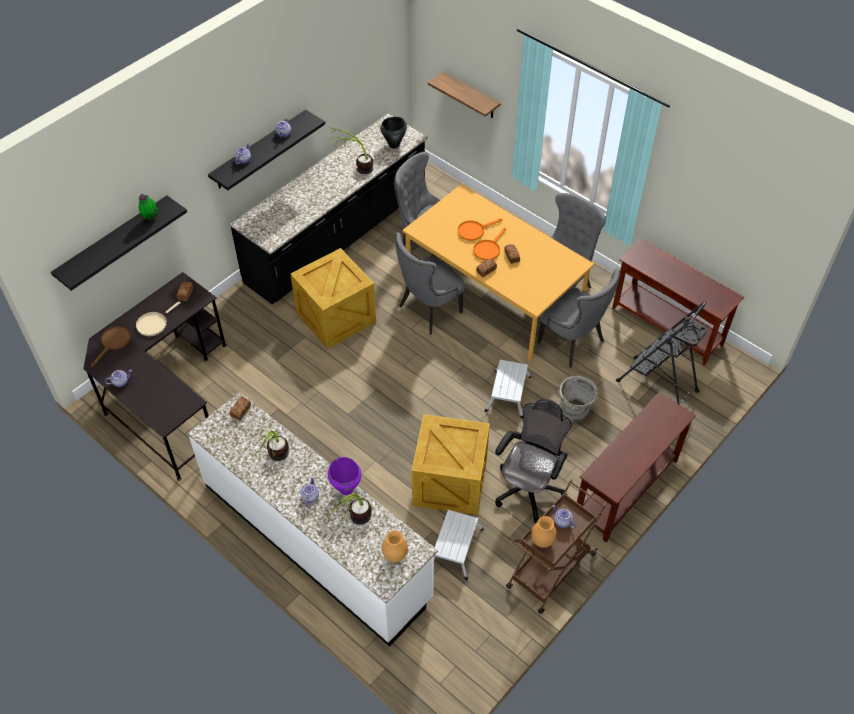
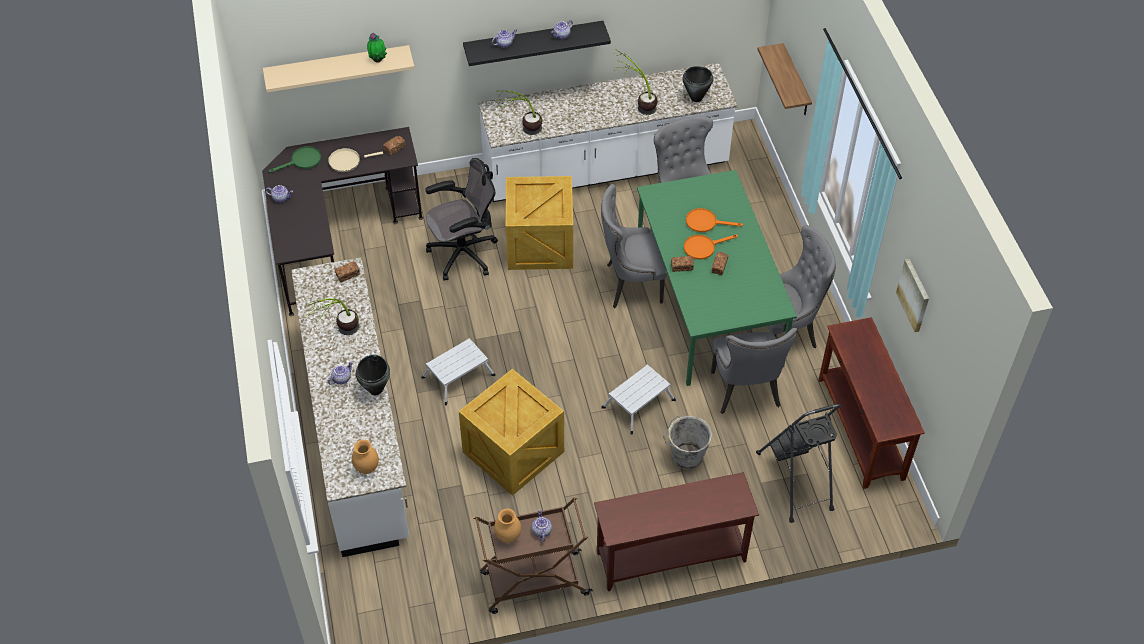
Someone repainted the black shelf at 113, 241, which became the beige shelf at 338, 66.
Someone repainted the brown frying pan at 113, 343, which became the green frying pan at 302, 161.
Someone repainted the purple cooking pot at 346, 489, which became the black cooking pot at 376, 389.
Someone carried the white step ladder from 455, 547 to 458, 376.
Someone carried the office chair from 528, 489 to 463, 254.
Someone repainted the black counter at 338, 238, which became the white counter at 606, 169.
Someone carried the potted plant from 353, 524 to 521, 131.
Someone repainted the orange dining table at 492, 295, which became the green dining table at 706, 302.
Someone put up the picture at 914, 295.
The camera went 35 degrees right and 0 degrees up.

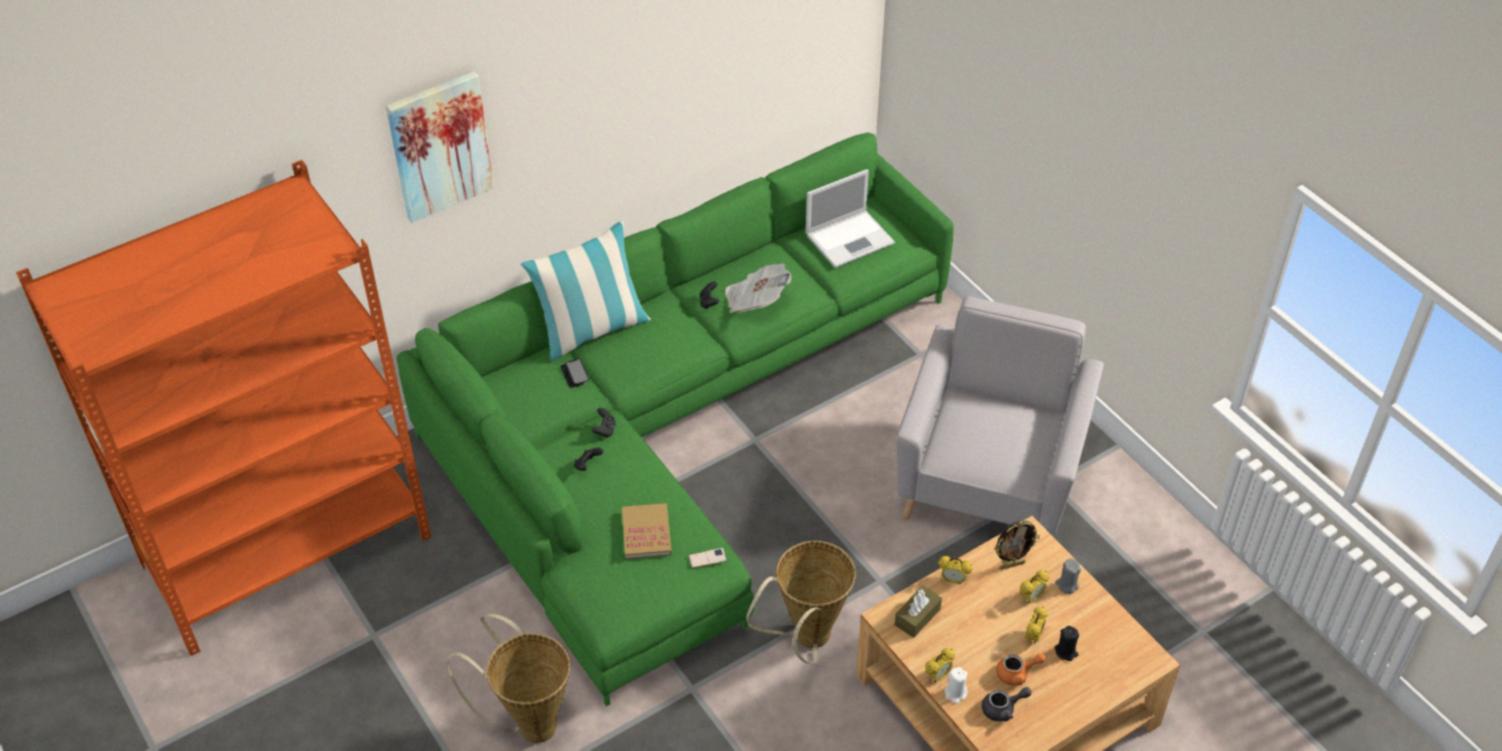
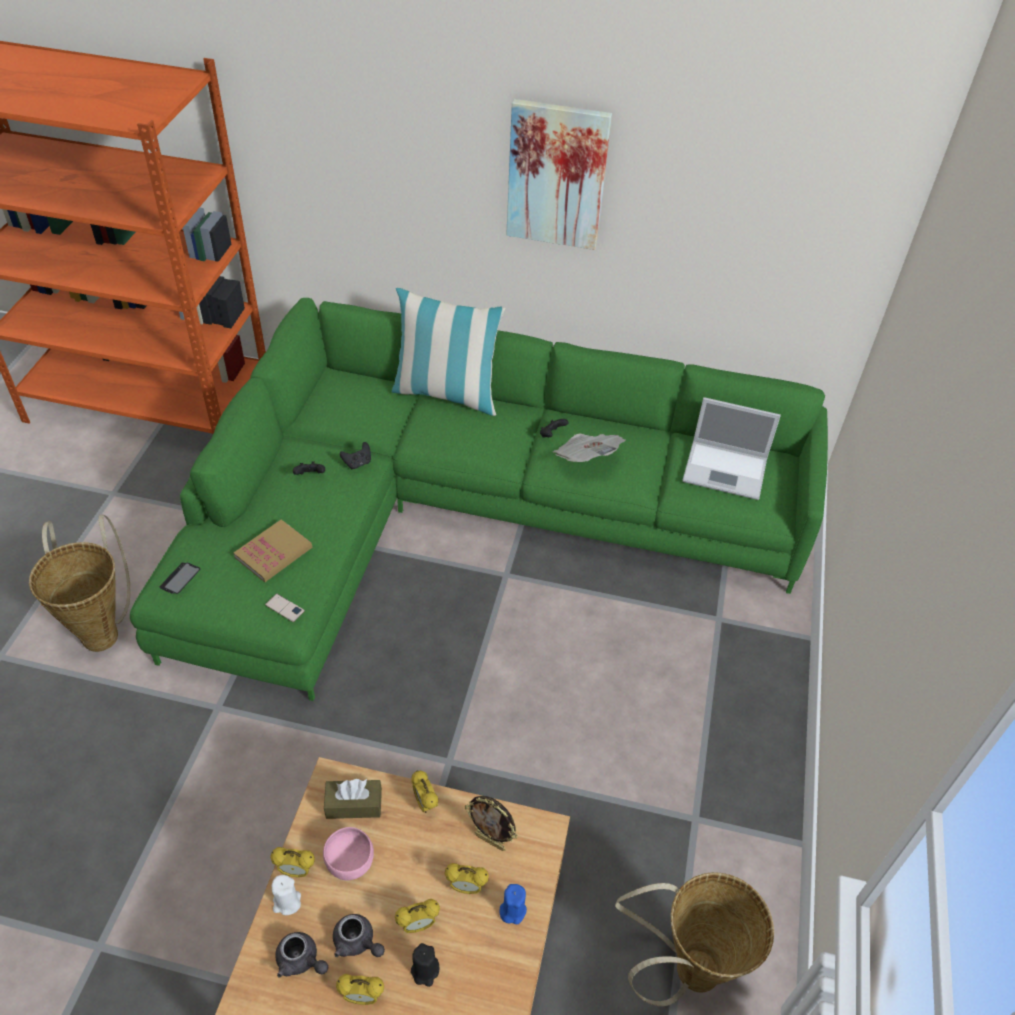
Someone carried the phone from 574, 374 to 180, 579.
Someone put down the pink bowl at 350, 862.
Someone repainted the orange teapot at 1017, 673, which became the grey teapot at 357, 942.
Someone put down the alarm clock at 362, 997.
Someone repainted the grey candle at 1067, 585, which became the blue candle at 512, 910.
Someone carried the picture from 440, 146 to 557, 175.
Someone carried the basket from 806, 641 to 685, 971.
Someone took away the grey armchair at 989, 480.
The camera went 45 degrees right and 0 degrees up.

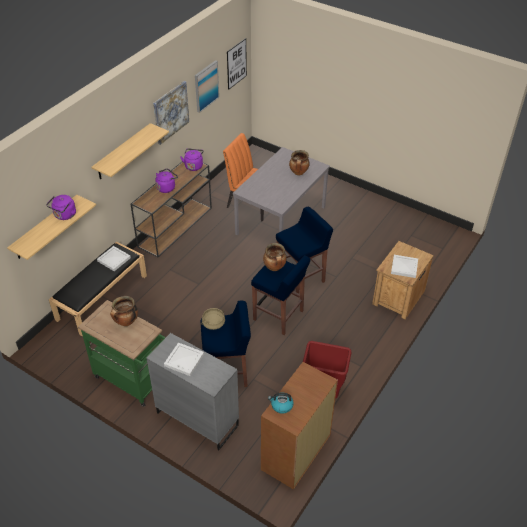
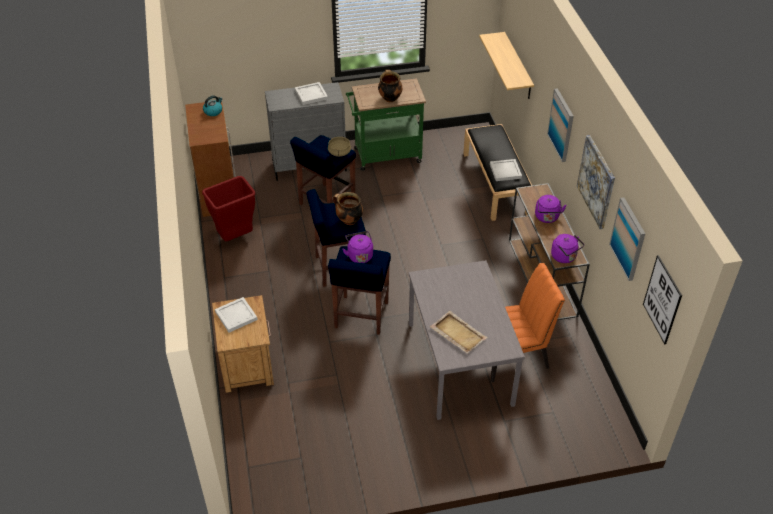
Someone carried the purple kettle from 64, 215 to 359, 255.
Someone swapped the cooking pot at 299, 173 for the beige tray at 457, 333.
Someone swapped the shelf at 123, 152 for the picture at 561, 125.
The camera went 135 degrees right and 0 degrees up.

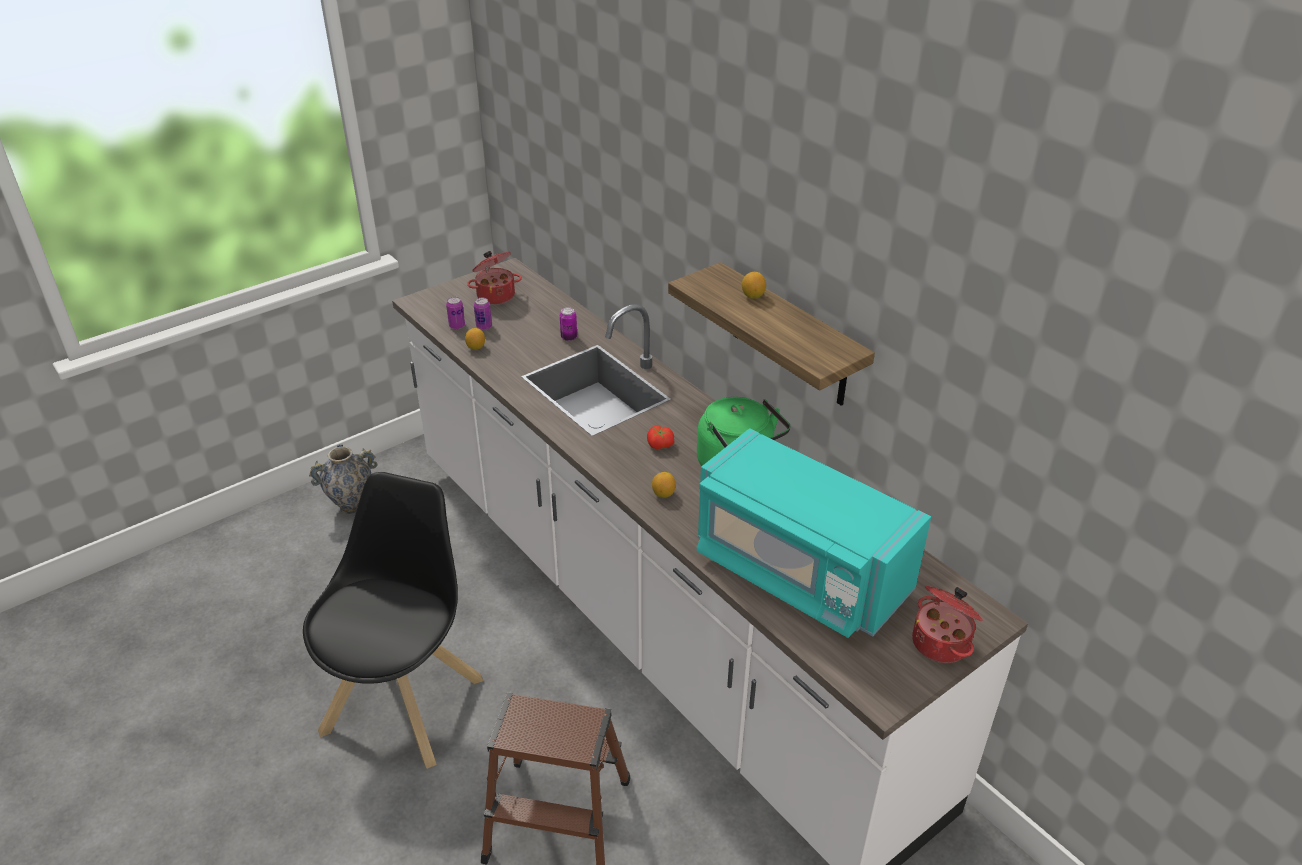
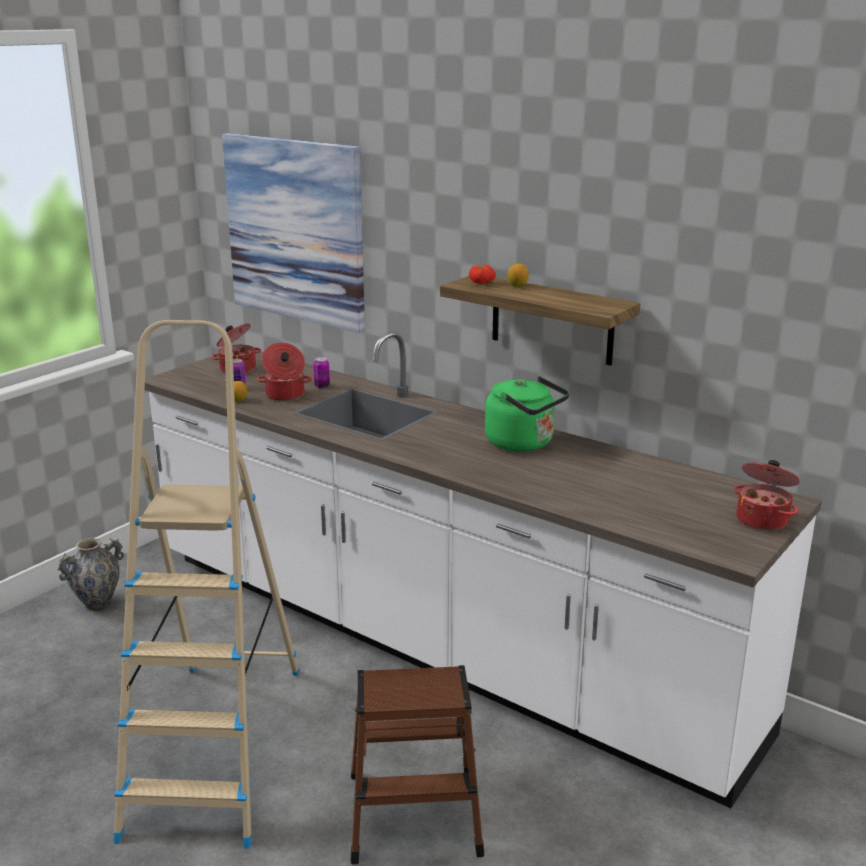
Someone swapped the black chair at 406, 701 for the beige step ladder at 217, 748.
Someone put up the picture at 295, 230.
Someone put down the cooking pot at 285, 395.
Someone carried the tomato from 659, 445 to 481, 283.
Someone took away the can at 457, 326.
Someone took away the lemon at 663, 494.
Someone took away the turquoise microwave at 798, 571.
The camera went 15 degrees left and 15 degrees down.

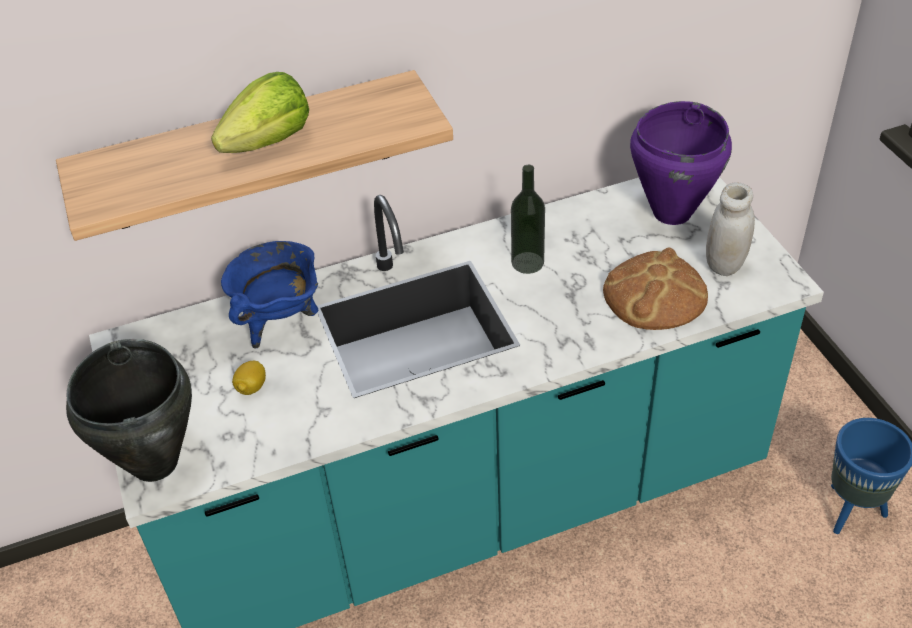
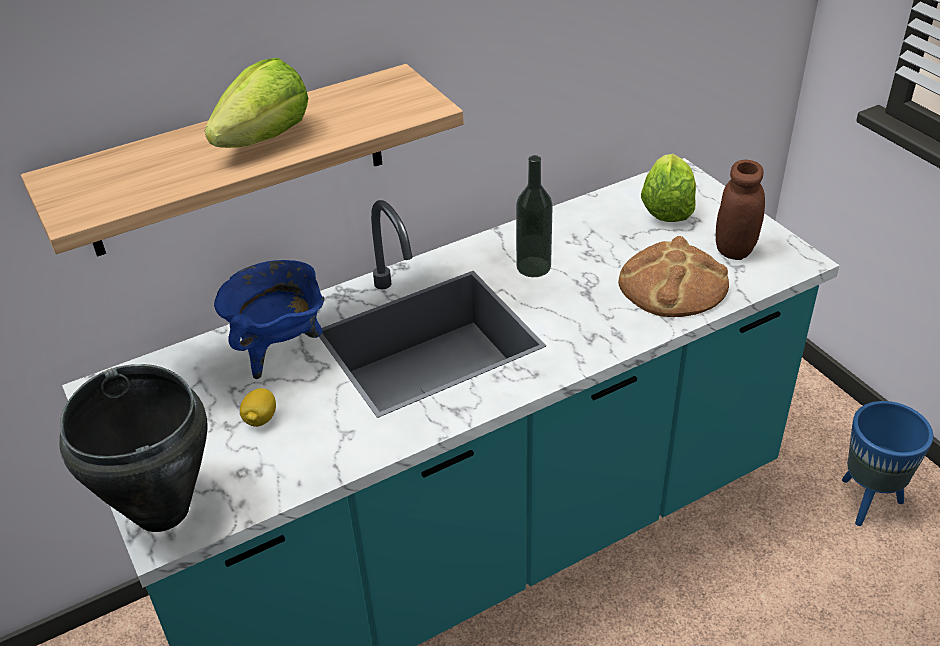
Someone swapped the purple cooking pot at 671, 212 for the lettuce at 666, 208.
Someone repainted the white jar at 725, 264, which became the brown jar at 734, 249.
The camera went 10 degrees left and 5 degrees down.

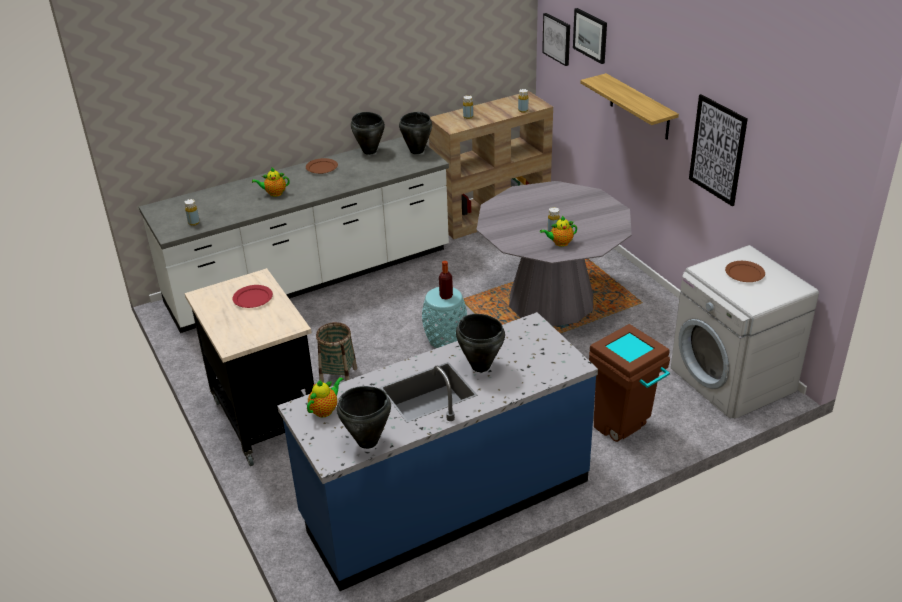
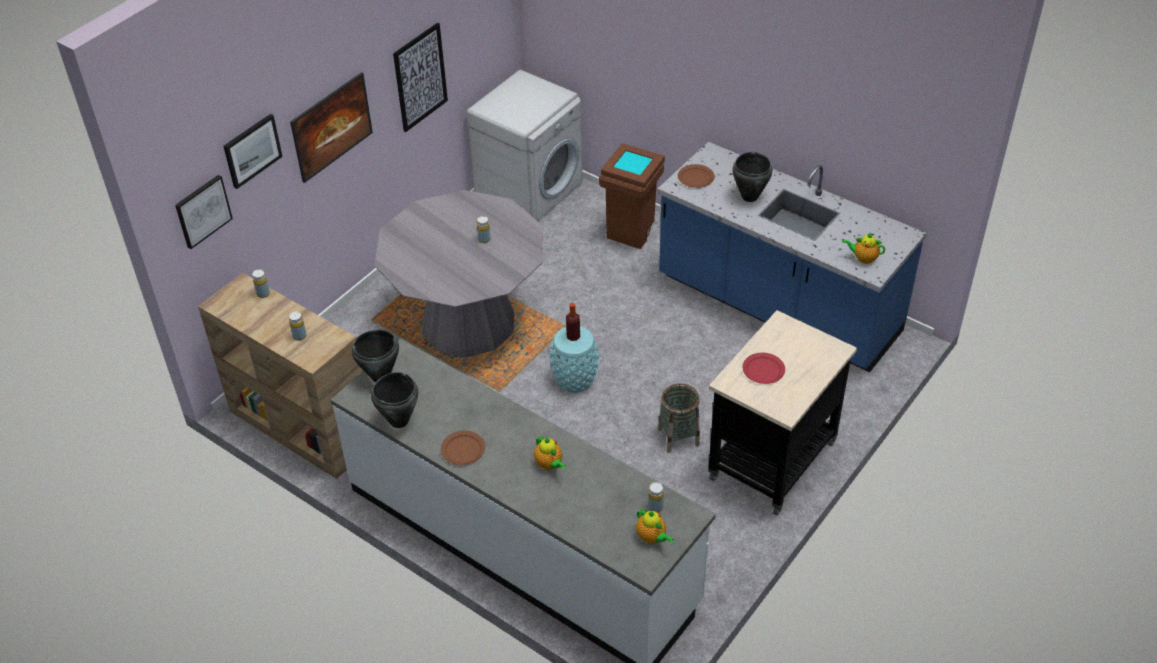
Someone swapped the shelf at 639, 107 for the picture at 334, 141.
Someone carried the teapot from 560, 243 to 652, 538.
Someone carried the brown plate from 745, 273 to 695, 177.
Someone took away the black cooking pot at 368, 442.
The camera went 115 degrees left and 10 degrees up.

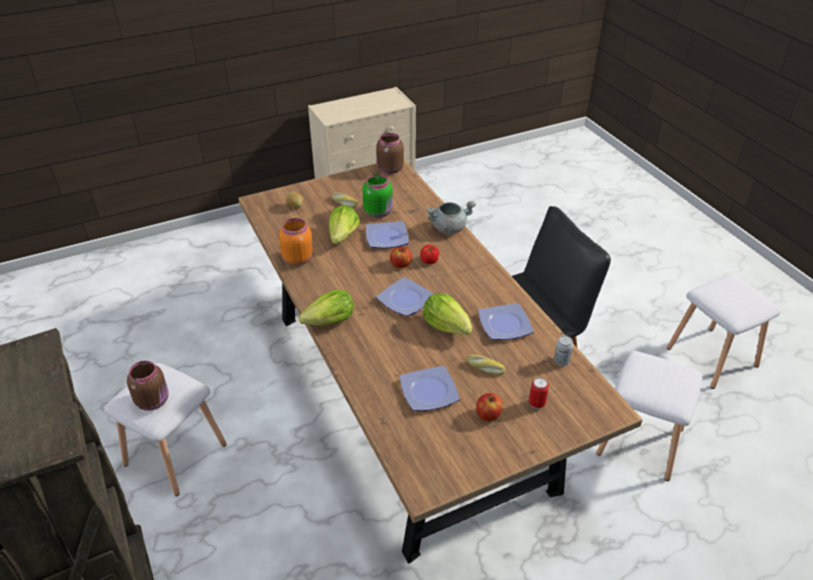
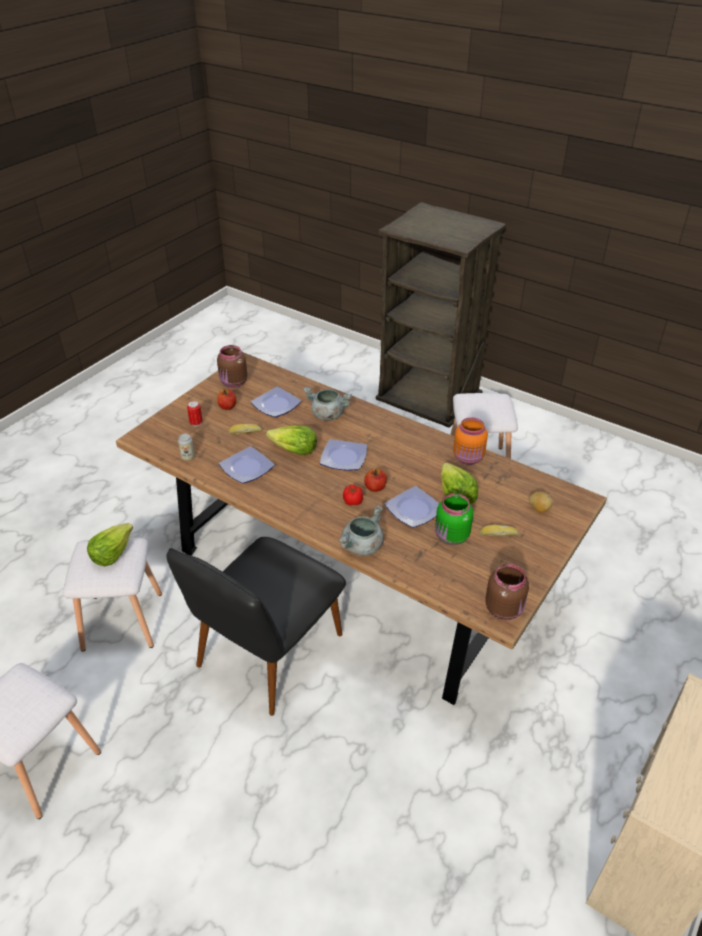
Someone carried the lettuce from 330, 321 to 112, 553.
Someone carried the brown jar from 154, 400 to 233, 383.
Someone put down the grey cooking pot at 327, 415.
The camera went 150 degrees right and 0 degrees up.

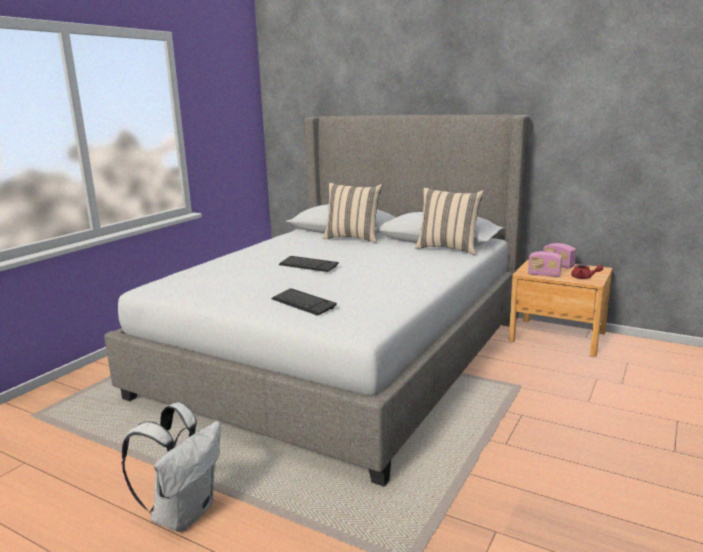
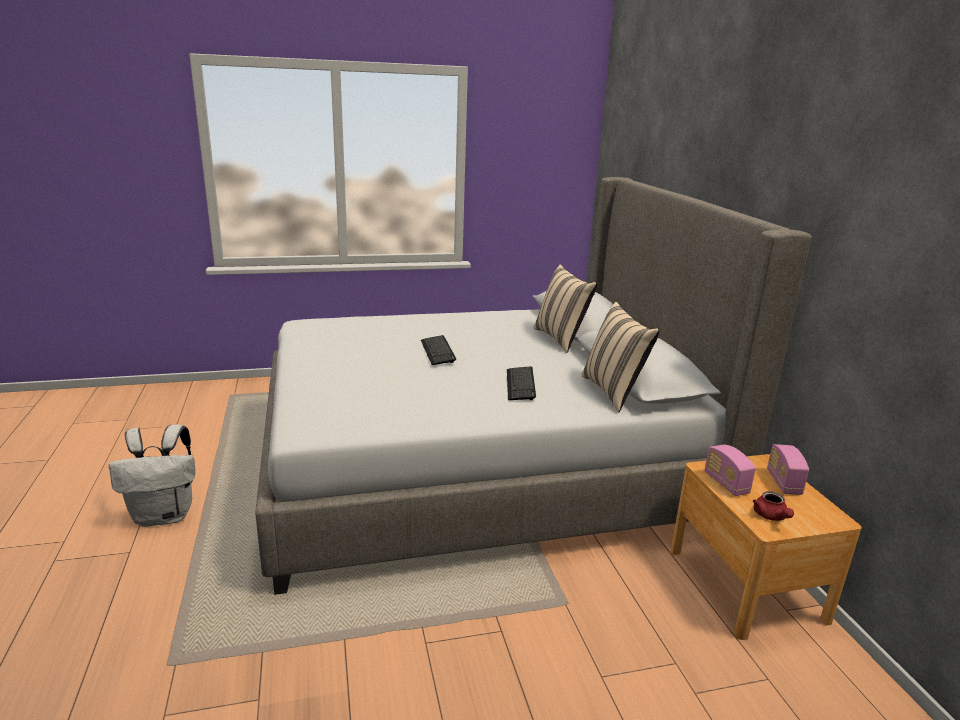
Someone carried the keyboard from 303, 303 to 520, 385.
The camera went 45 degrees right and 5 degrees up.

